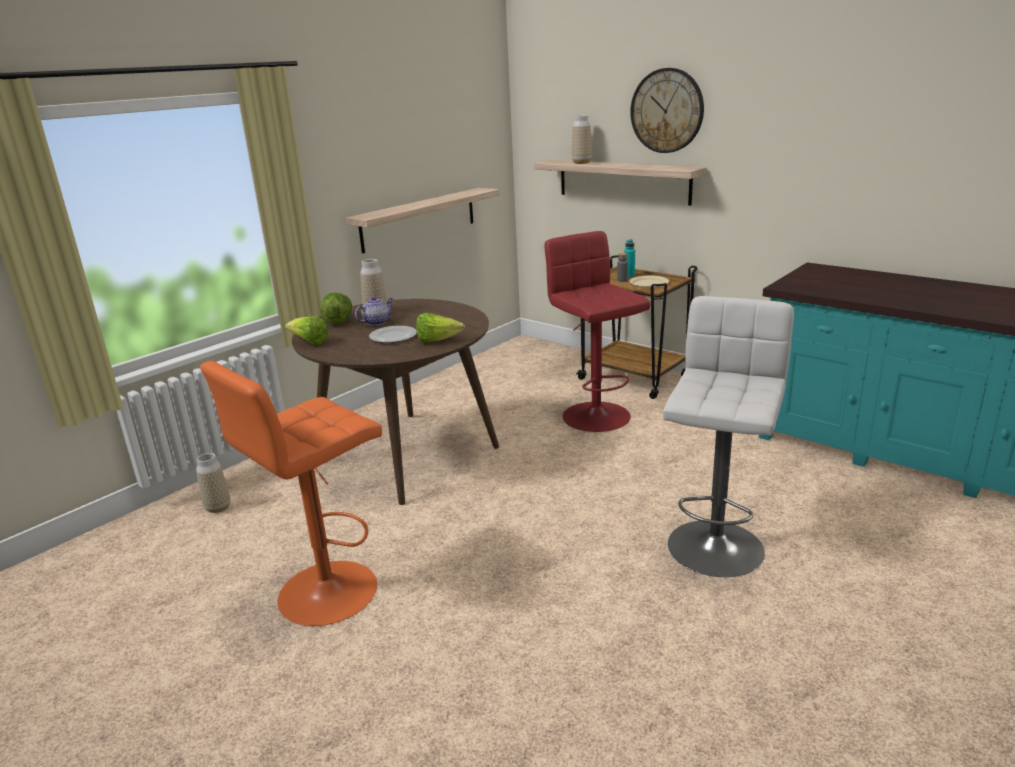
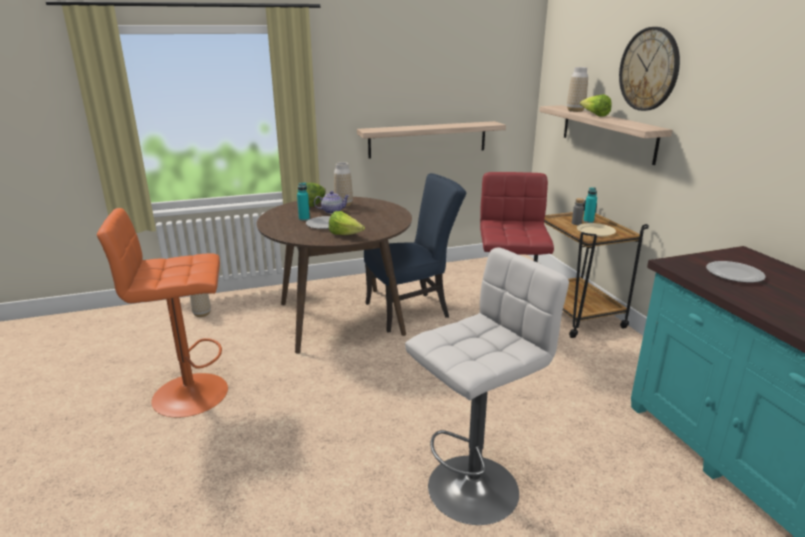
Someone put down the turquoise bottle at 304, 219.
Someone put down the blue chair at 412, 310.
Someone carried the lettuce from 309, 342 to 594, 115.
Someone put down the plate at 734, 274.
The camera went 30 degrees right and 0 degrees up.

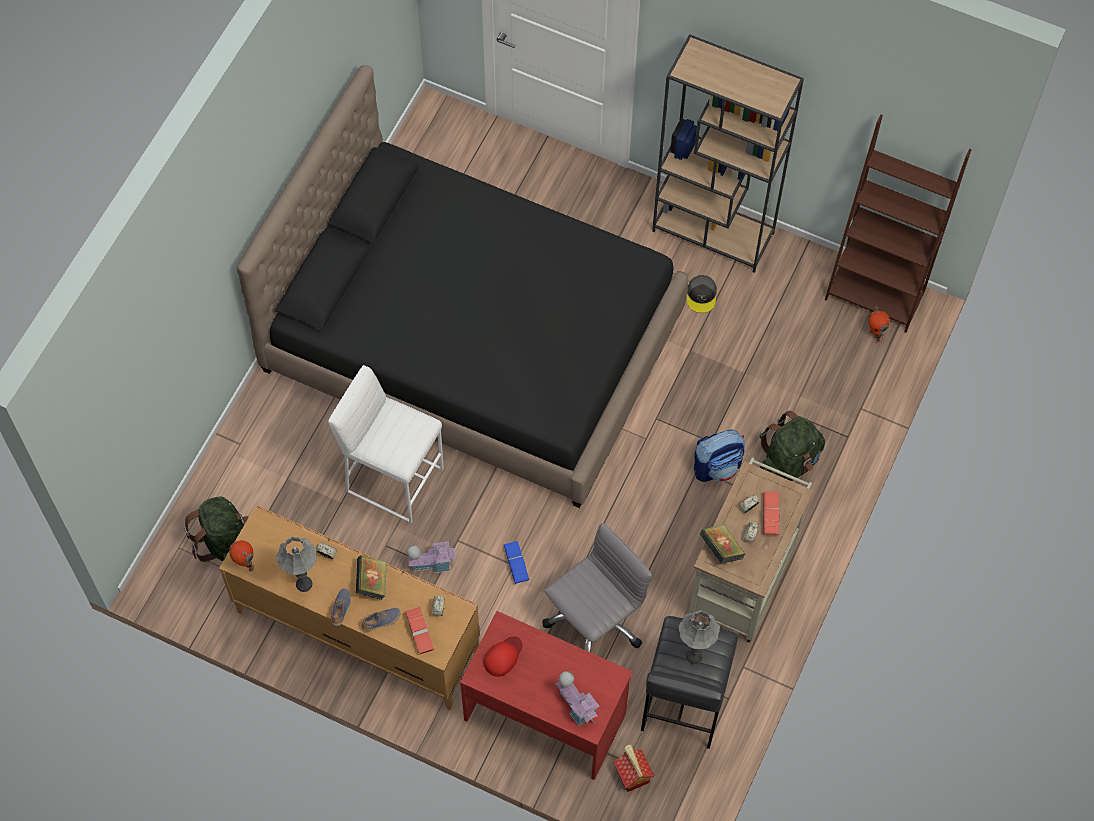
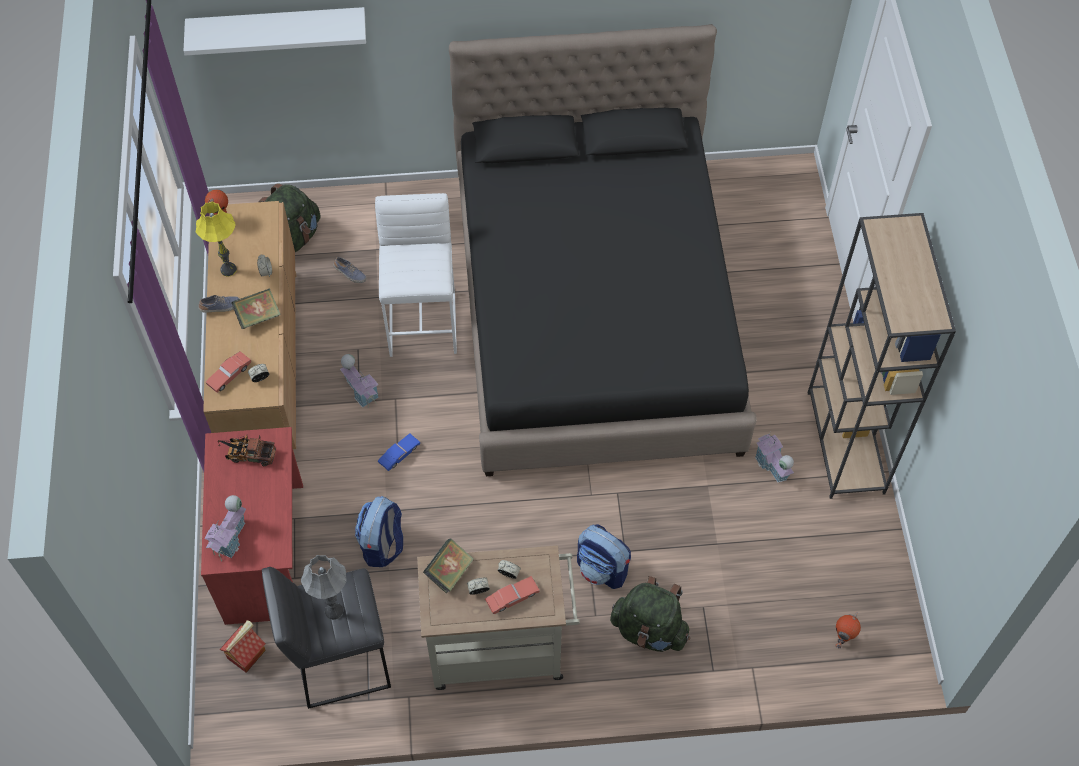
Someone put up the white shelf at 277, 26.
Someone repainted the grey table lamp at 304, 584, which became the yellow table lamp at 228, 269.
Someone swapped the red cap at 503, 657 for the toy truck at 248, 454.
Someone carried the shoe from 381, 621 to 350, 274.
Someone swapped the grey office chair at 595, 620 for the backpack at 383, 545.
Someone swapped the grey cap at 701, 295 for the toy house at 771, 466.
Someone took away the brown bookcase at 874, 295.
The camera went 60 degrees right and 5 degrees down.

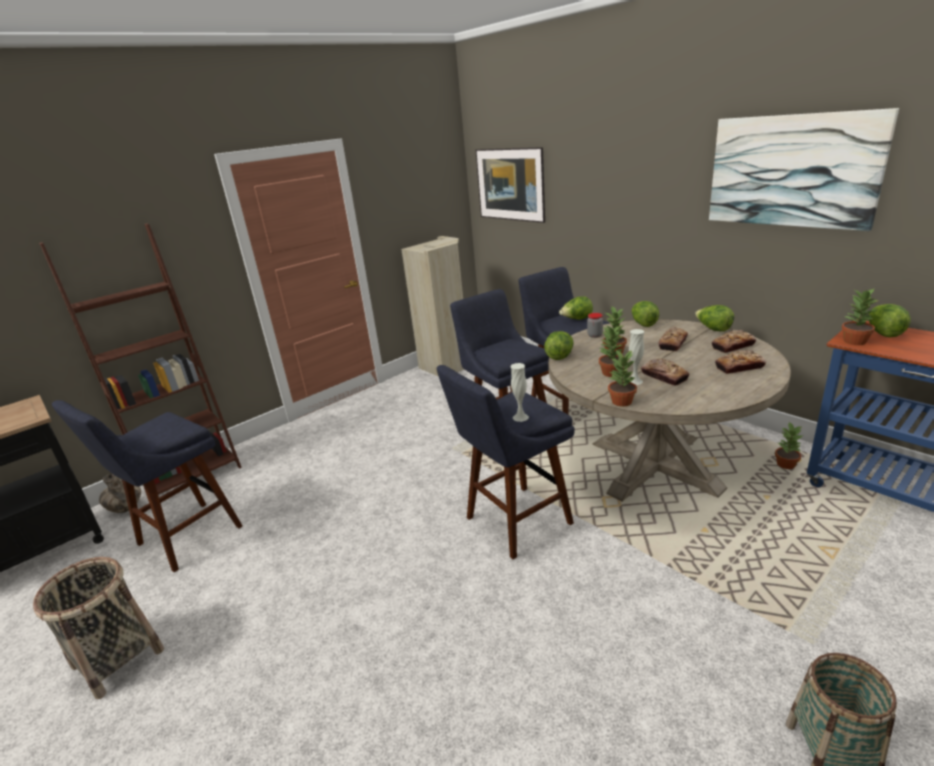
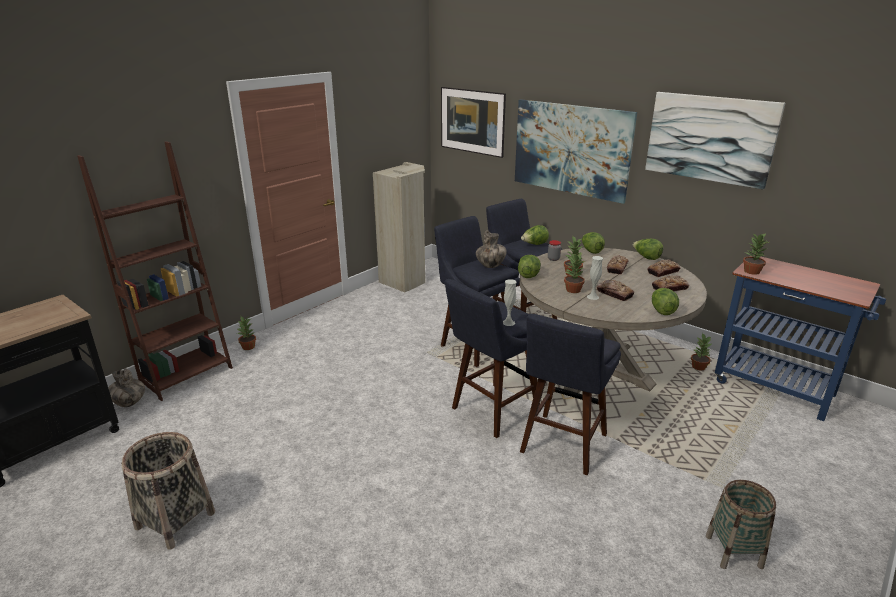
Someone carried the potted plant from 622, 402 to 248, 347.
Someone put down the vase at 490, 266.
Someone put up the picture at 571, 149.
Someone carried the blue stool from 183, 539 to 562, 446.
Someone carried the lettuce from 883, 333 to 662, 311.
The camera went 10 degrees left and 0 degrees up.

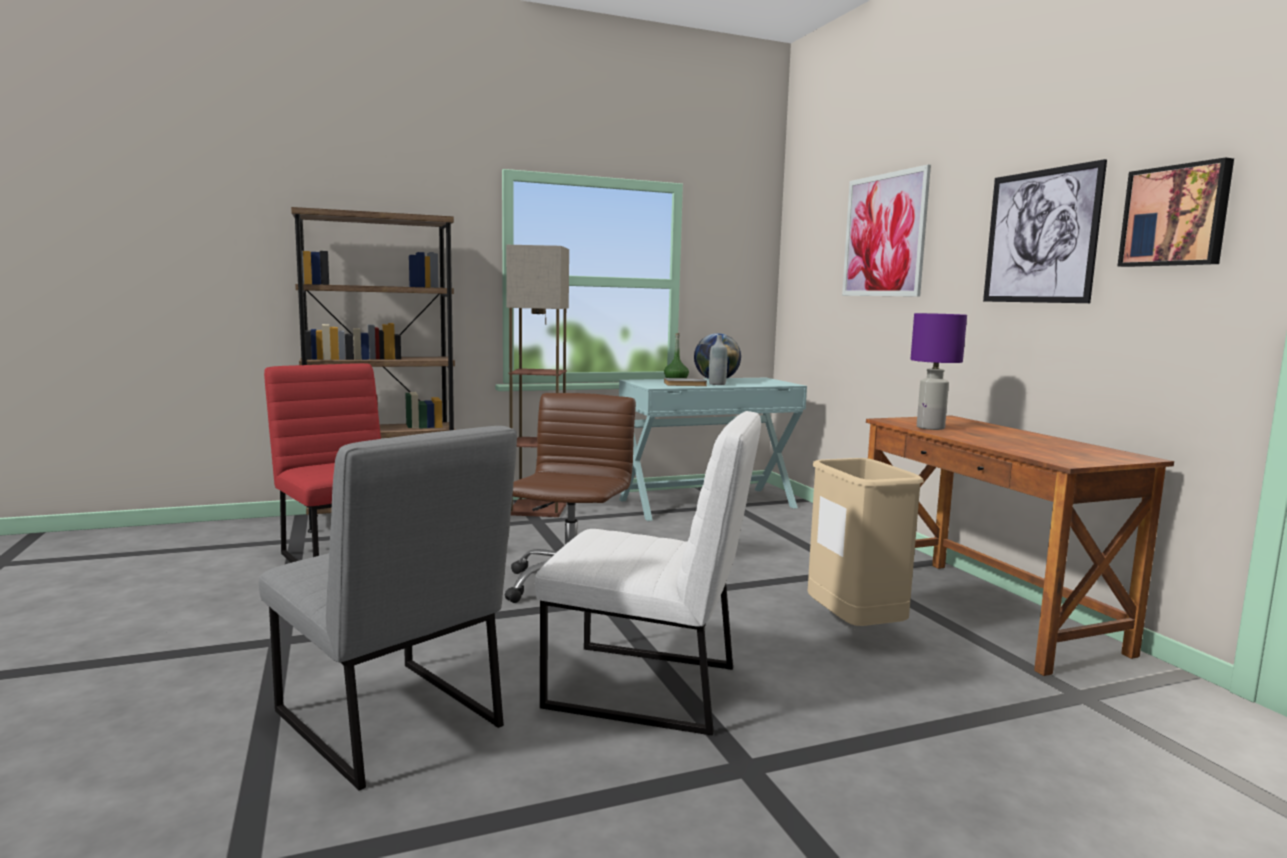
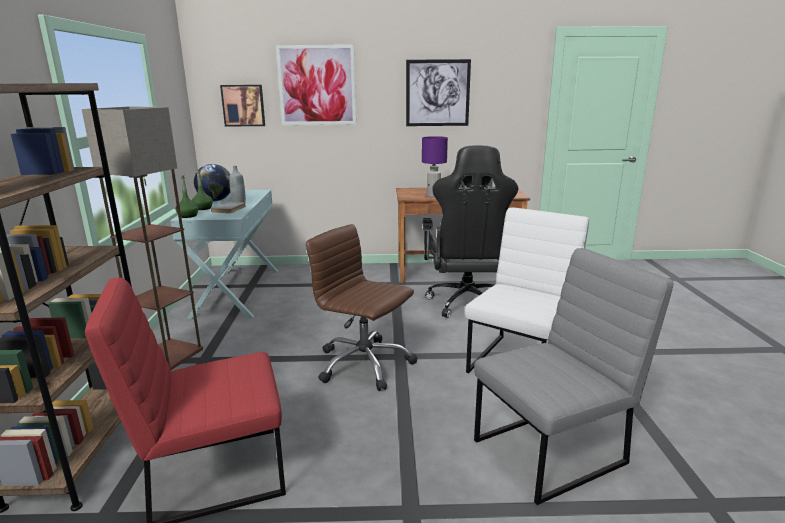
Someone put down the green bottle at 188, 216.
Someone carried the picture from 1176, 216 to 243, 105.
Someone swapped the beige trash can at 853, 628 for the black office chair at 465, 301.
The camera went 70 degrees left and 10 degrees up.

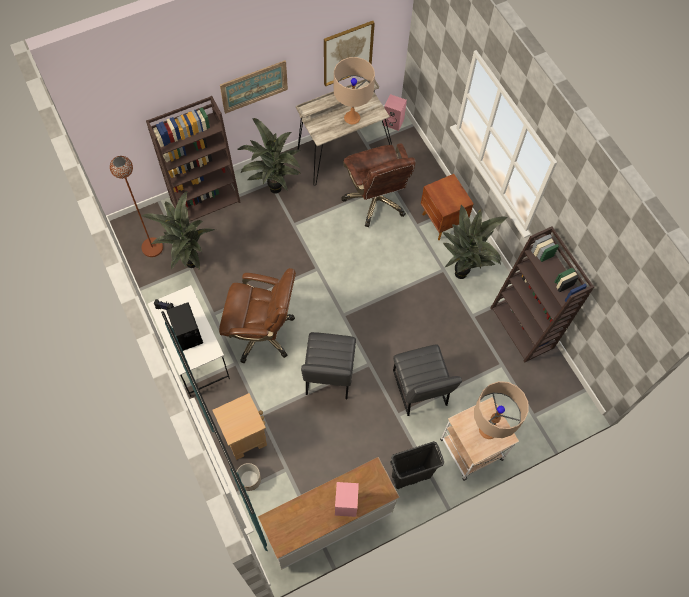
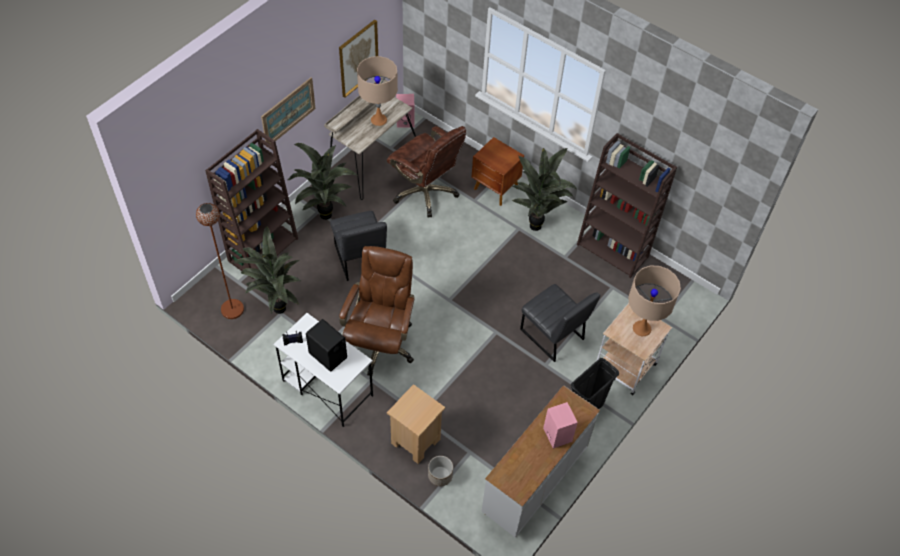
Someone carried the grey chair from 328, 375 to 360, 259.
Someone rotated the brown office chair at 261, 332 by 60 degrees counterclockwise.
The camera went 25 degrees left and 10 degrees down.

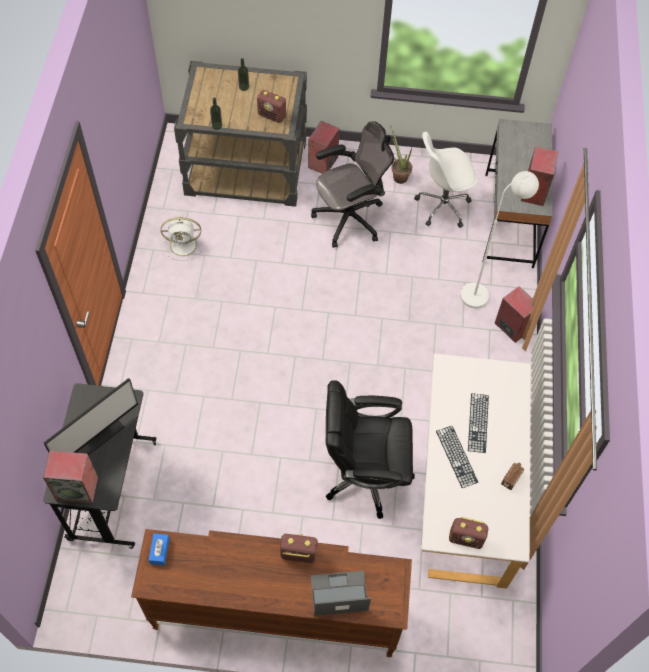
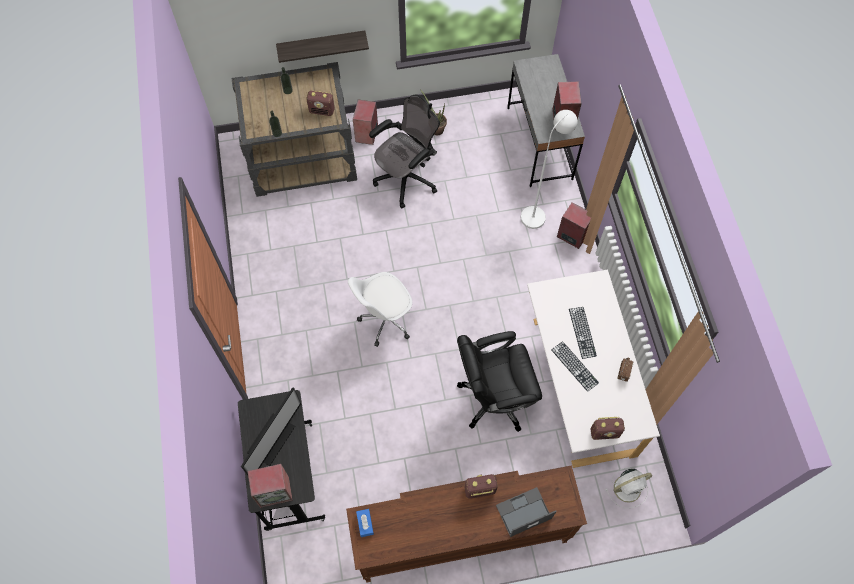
Someone put up the shelf at 322, 45.
Someone carried the white office chair from 441, 207 to 384, 322.
Someone carried the white fan from 184, 245 to 628, 488.
The camera went 15 degrees left and 5 degrees up.

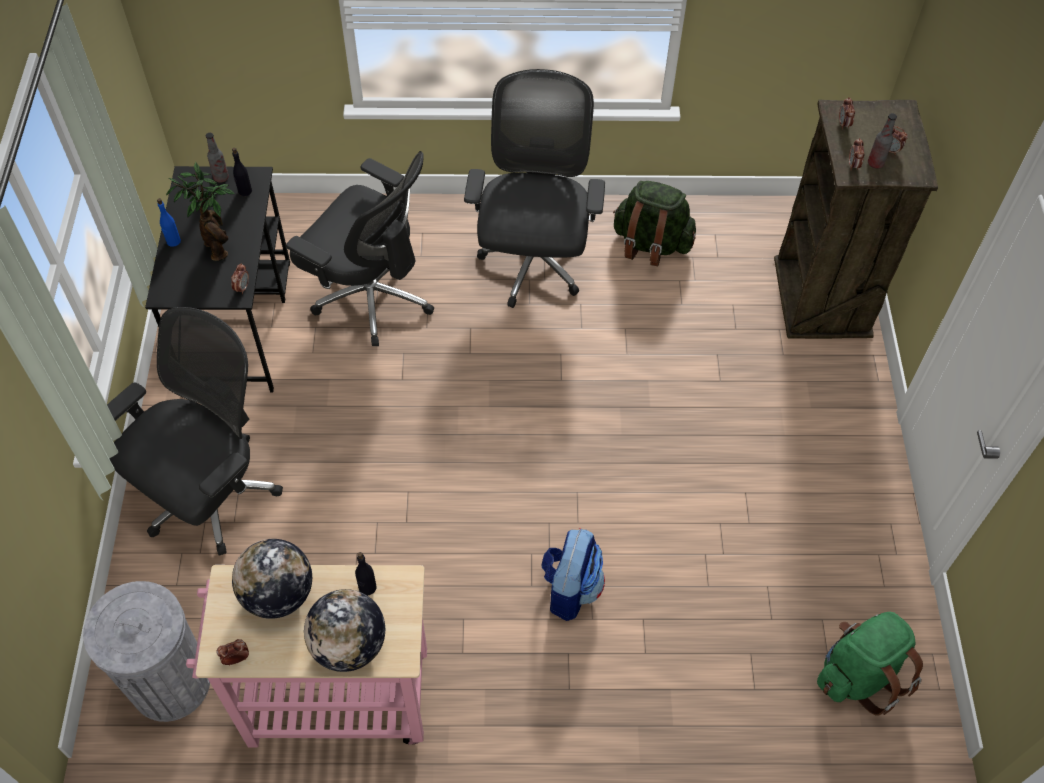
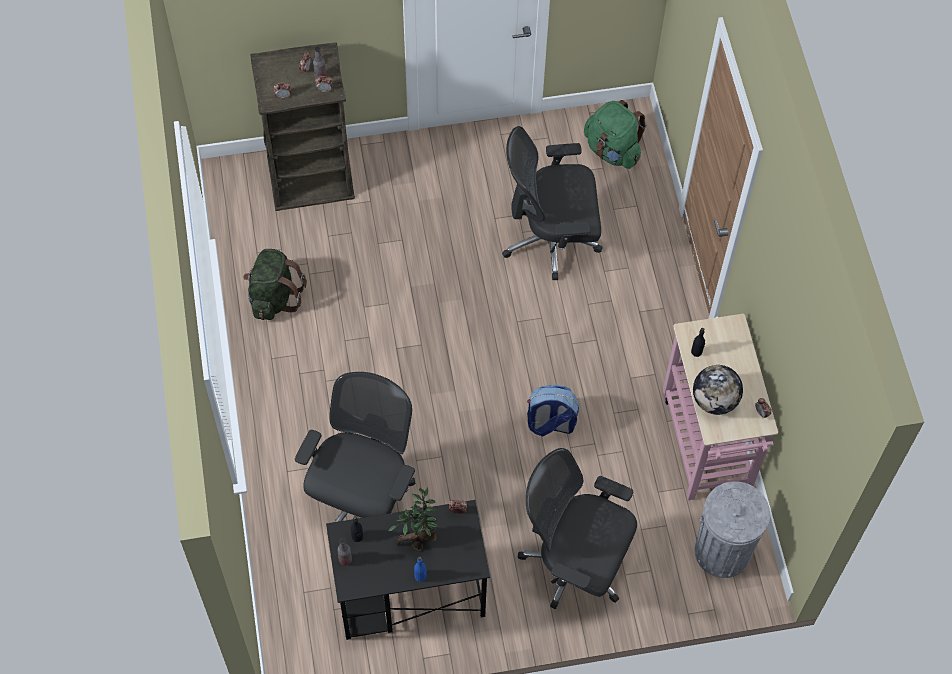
Someone carried the office chair from 534, 263 to 552, 241.
Someone carried the backpack from 570, 588 to 550, 424.
Someone took away the globe at 349, 645.
The camera went 100 degrees left and 5 degrees up.

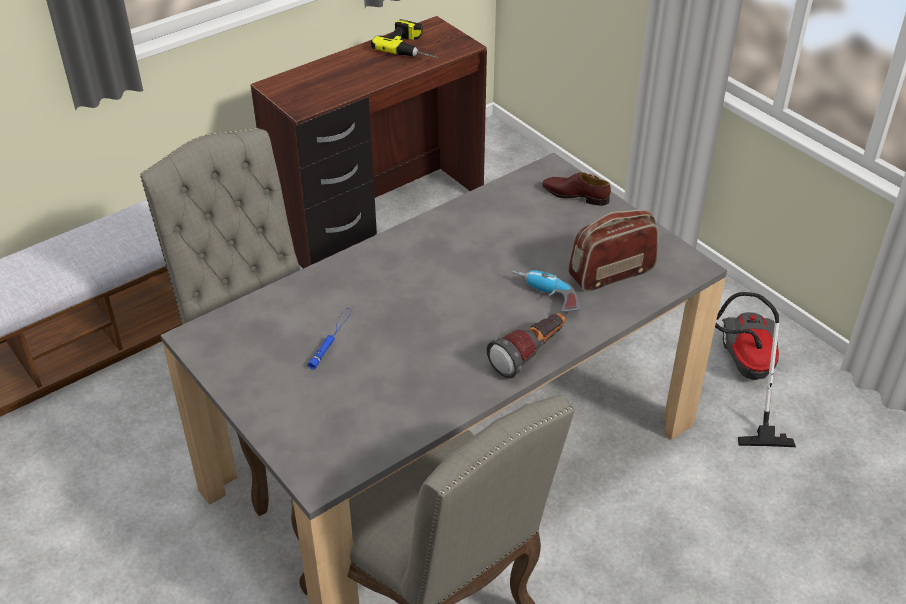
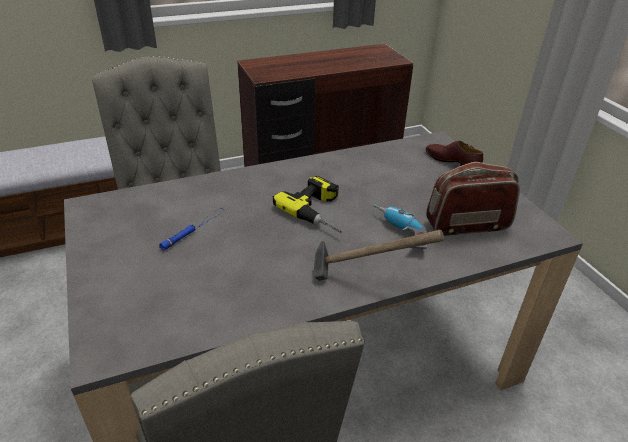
Someone carried the power drill from 413, 47 to 321, 211.
Someone swapped the flashlight at 530, 355 for the hammer at 365, 279.
Someone took away the vacuum cleaner at 745, 376.
The camera went 15 degrees right and 5 degrees down.

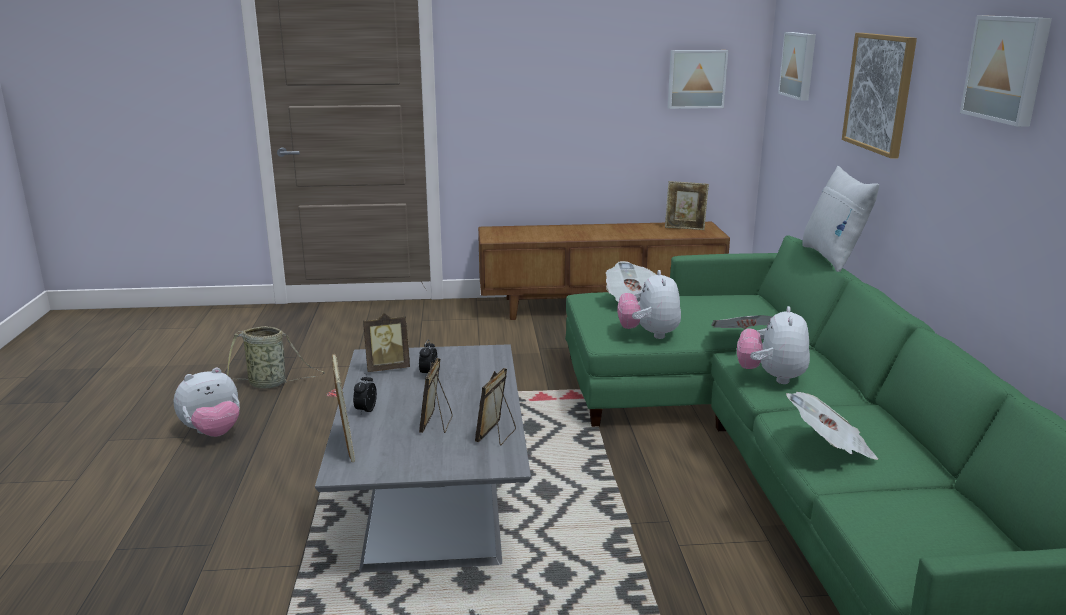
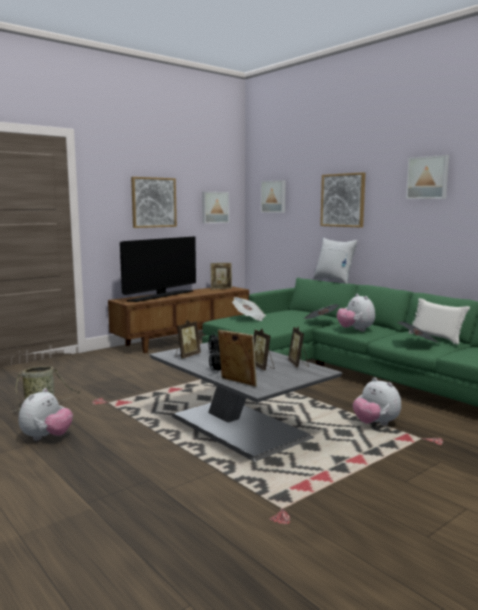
Someone put down the television at 161, 296.
Someone put up the picture at 153, 202.
Someone carried the plush toy from 649, 334 to 375, 424.
Someone put down the white pillow at 436, 338.
The camera went 35 degrees left and 10 degrees down.

